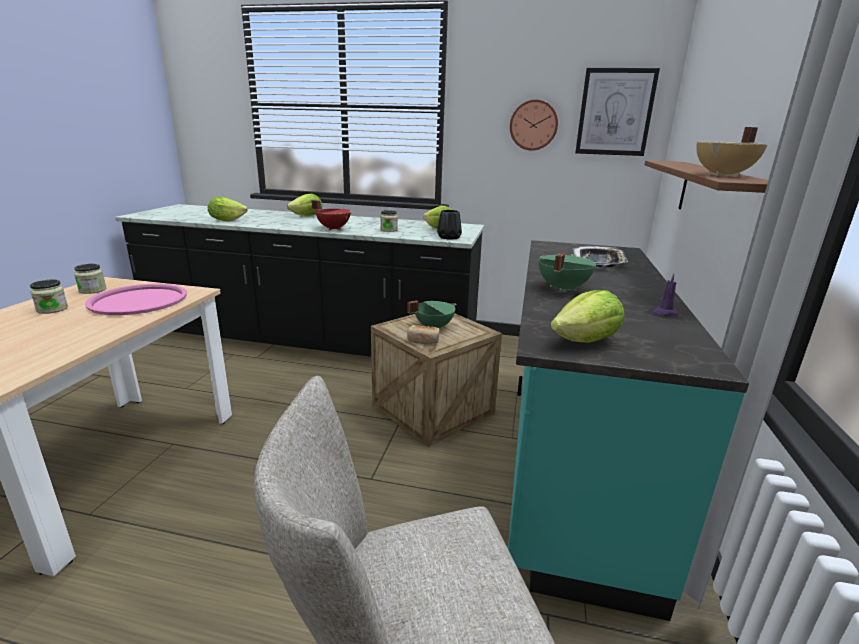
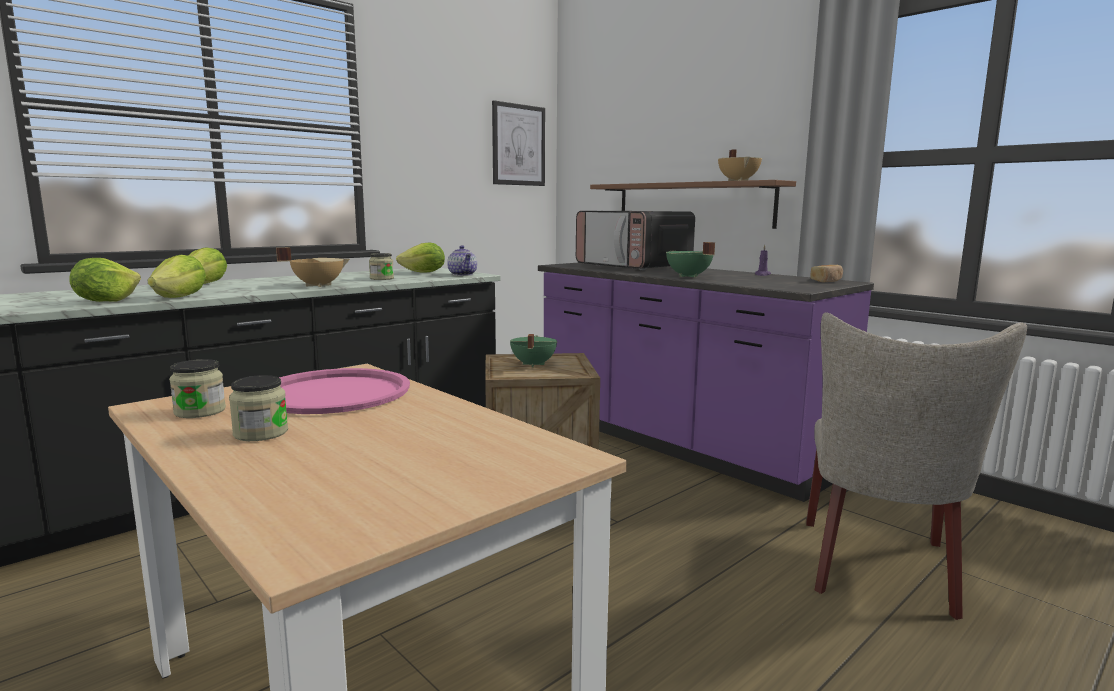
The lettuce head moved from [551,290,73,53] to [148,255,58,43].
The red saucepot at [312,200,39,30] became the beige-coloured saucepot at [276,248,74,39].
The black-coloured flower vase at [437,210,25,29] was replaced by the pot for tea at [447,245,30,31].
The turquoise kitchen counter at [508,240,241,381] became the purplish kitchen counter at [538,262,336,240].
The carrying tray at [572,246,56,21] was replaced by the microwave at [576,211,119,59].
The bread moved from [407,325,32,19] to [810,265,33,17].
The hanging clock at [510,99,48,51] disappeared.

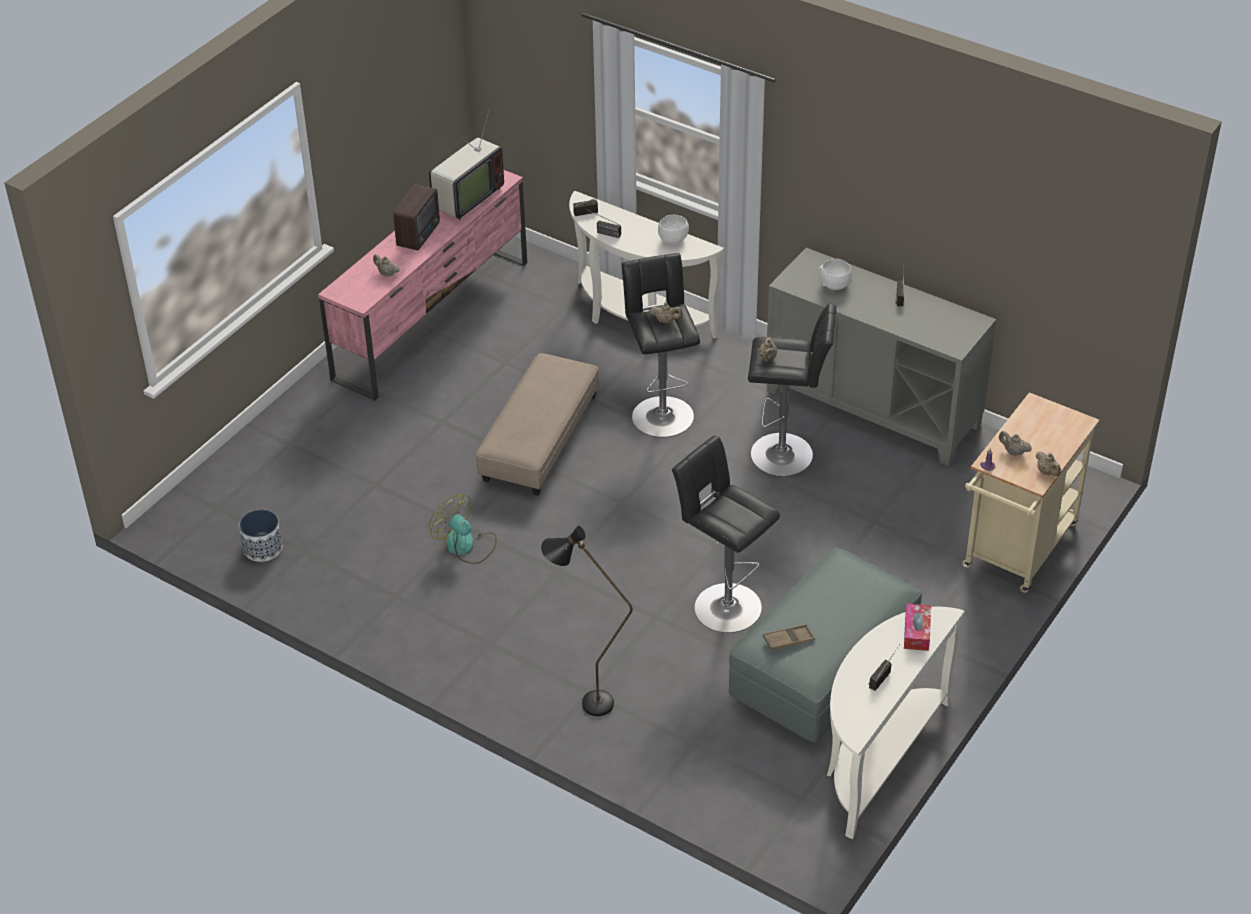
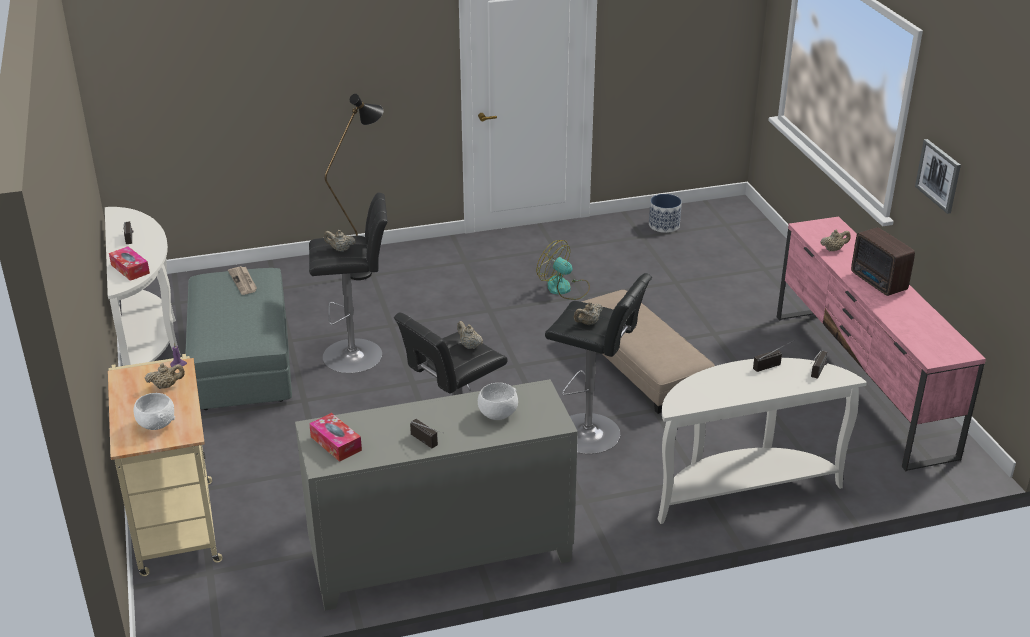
The whitish deep dish moved from [658,215,31,29] to [134,393,41,37].
The brownish carrying tray at [763,624,52,26] was replaced by the daily paper at [228,266,29,29].
The tissue holder at [309,413,53,49] appeared.
The beige-coloured pot for tea moved from [1036,451,25,25] to [324,230,32,22].
The electric fan at [429,494,68,70] turned 135 degrees counterclockwise.
The wall art at [915,139,46,75] appeared.
The television at [429,111,75,109] disappeared.

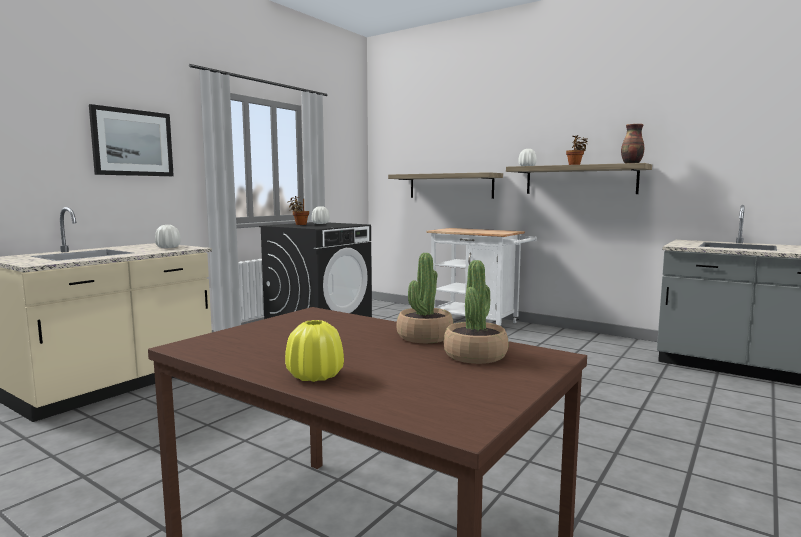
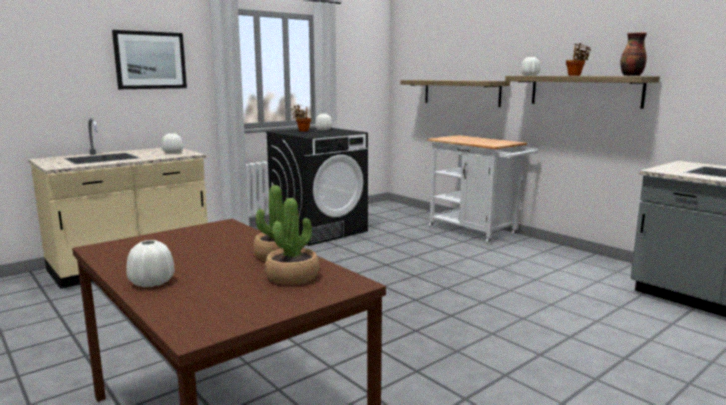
The yellow-coloured flower vase at [285,320,59,62] became the whitish flower vase at [126,240,48,47].

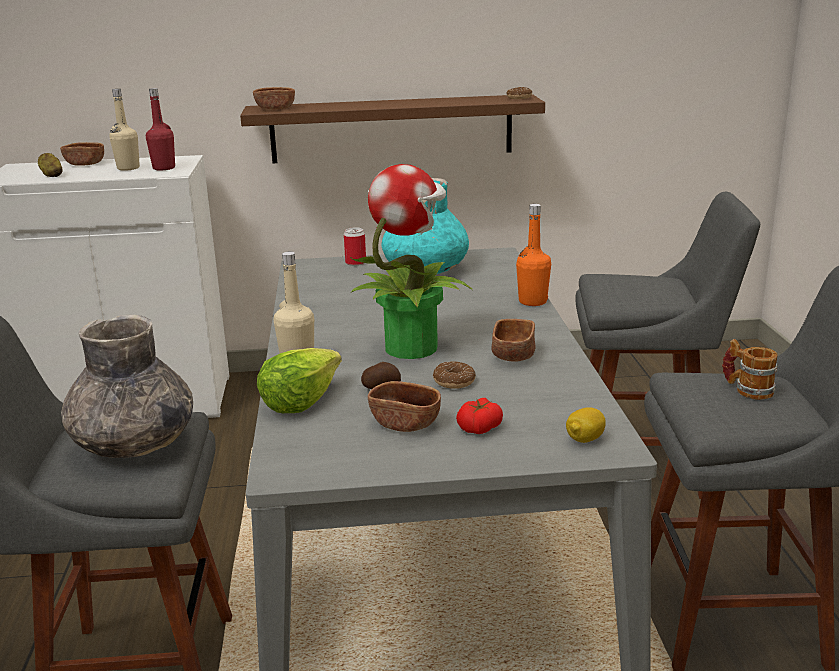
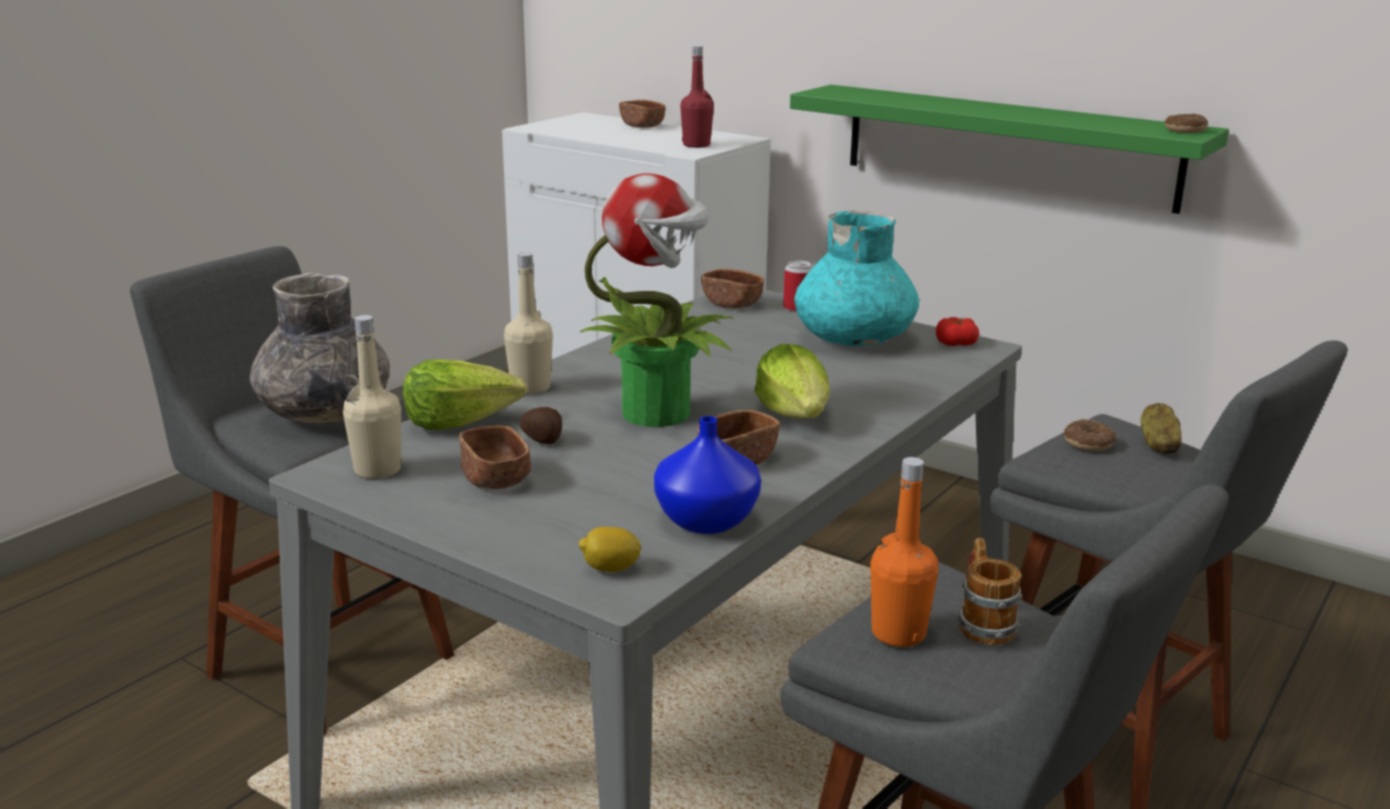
The beige-coloured beverage bottle moved from [110,89,30,82] to [343,315,59,164].
The blue-coloured flower vase at [654,416,107,118] appeared.
The brownish deep dish moved from [253,87,42,23] to [701,269,63,39].
The lettuce head at [754,344,76,74] appeared.
The brownish wall shelf at [240,94,305,69] became the green wall shelf at [790,85,439,129].
The orangey beverage bottle moved from [516,204,35,102] to [870,457,69,190].
The tomato moved from [456,398,47,36] to [936,317,43,29].
The doughnut moved from [433,361,43,28] to [1064,419,52,32].
The potato moved from [38,153,25,24] to [1141,403,41,51].

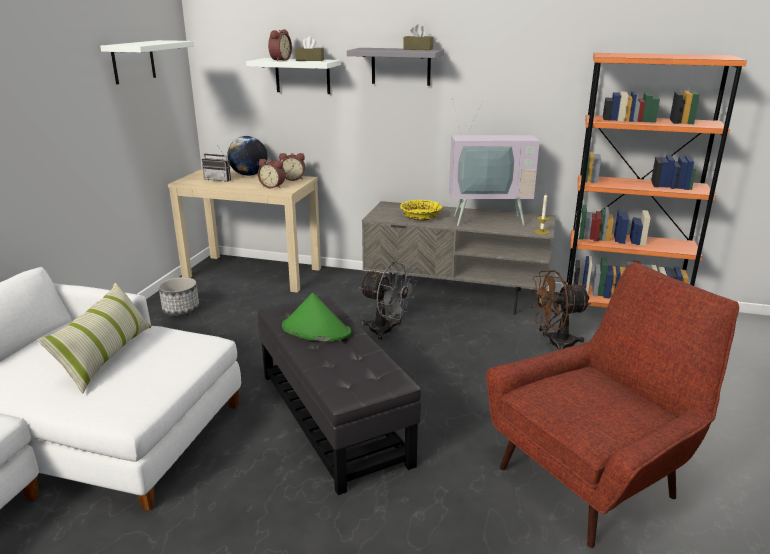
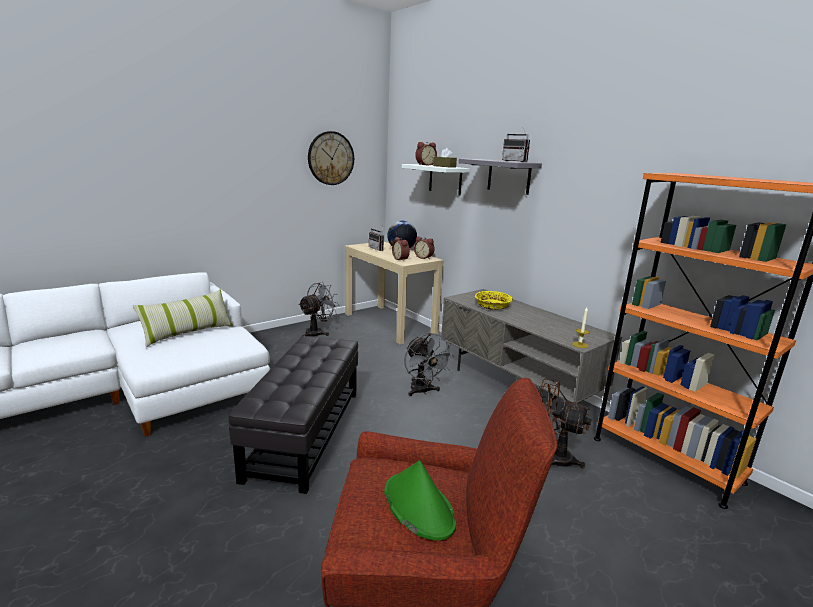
The plant pot at [159,277,40,39] was replaced by the greyish electric fan at [298,282,41,54].
The whitish wall shelf at [100,40,94,44] was replaced by the hanging clock at [308,131,46,54].
The green wearable hat moved from [282,292,69,49] to [384,460,72,81].
The brownish tissue holder at [403,24,30,26] was replaced by the radio receiver at [502,128,28,34].
The television at [449,99,91,127] disappeared.

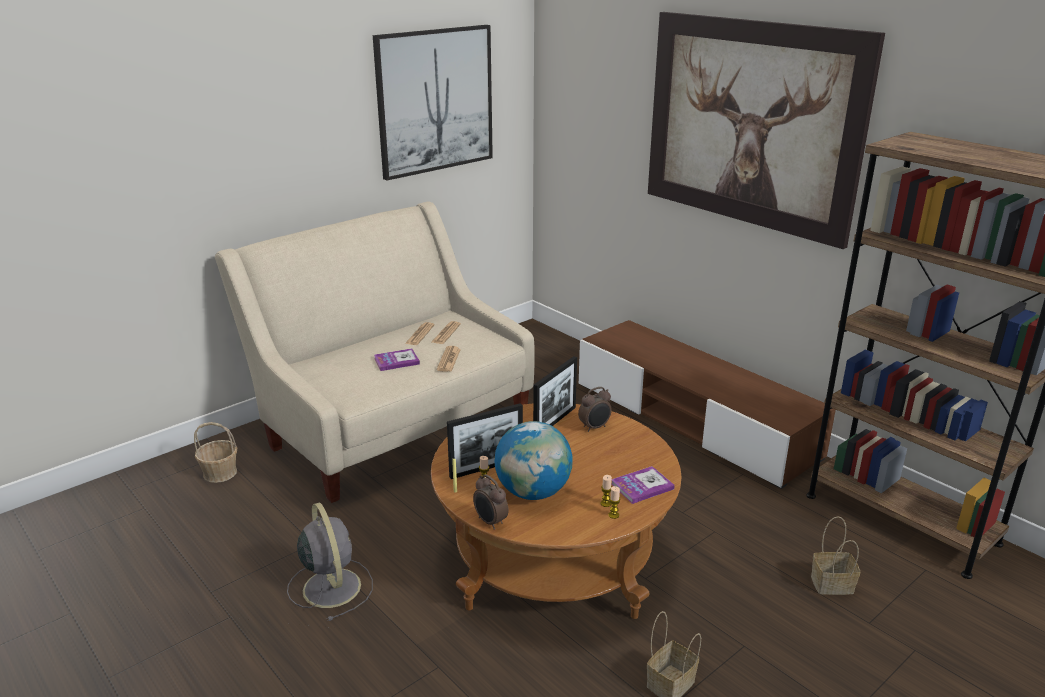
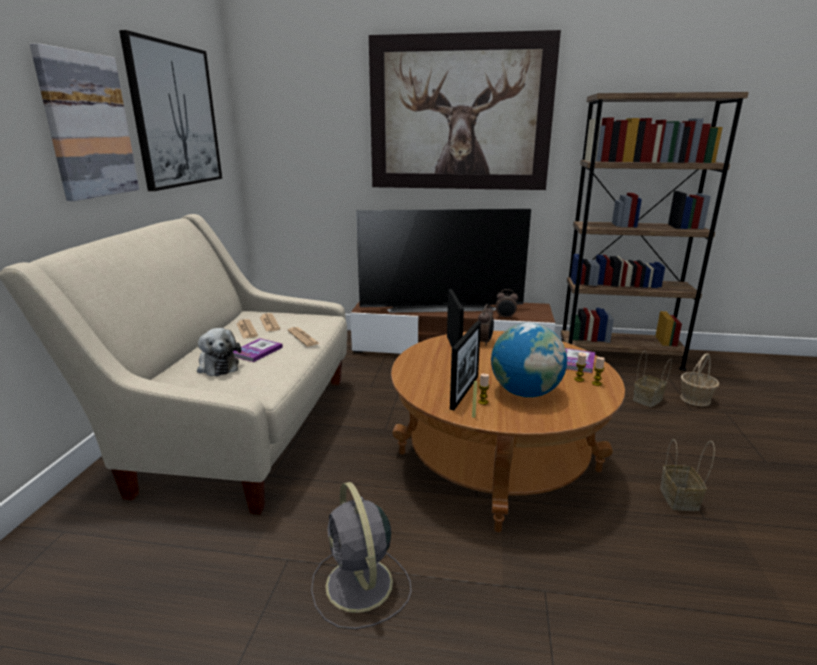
The wall art at [30,43,109,158] appeared.
The soft toy at [197,328,44,48] appeared.
The greyish electric fan at [287,503,86,118] turned 135 degrees counterclockwise.
The television at [356,209,175,104] appeared.
The alarm clock moved from [473,474,35,56] to [496,289,22,30].
The basket moved from [194,422,43,61] to [680,353,39,53].

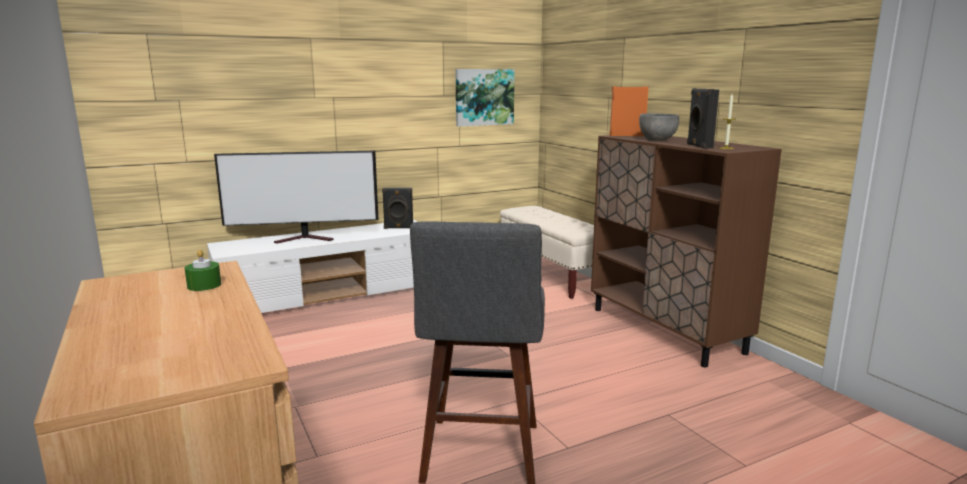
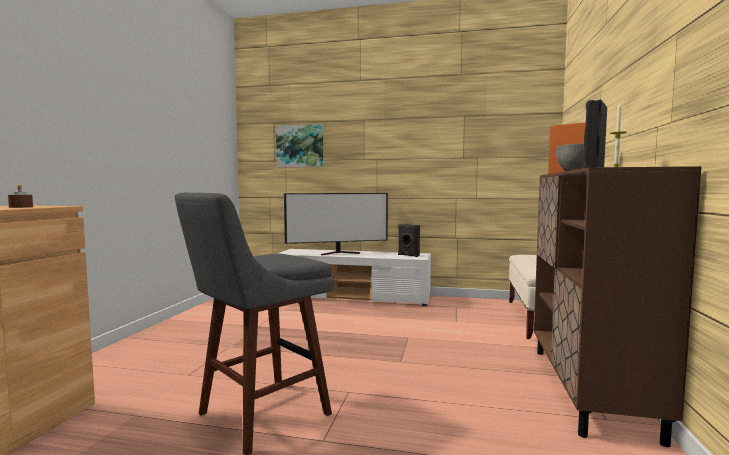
The green wax candle at [185,249,36,42] became the brownish wax candle at [8,185,25,23].
The wall art moved from [456,69,59,58] to [276,124,47,43].
The television at [214,151,165,92] turned 45 degrees counterclockwise.

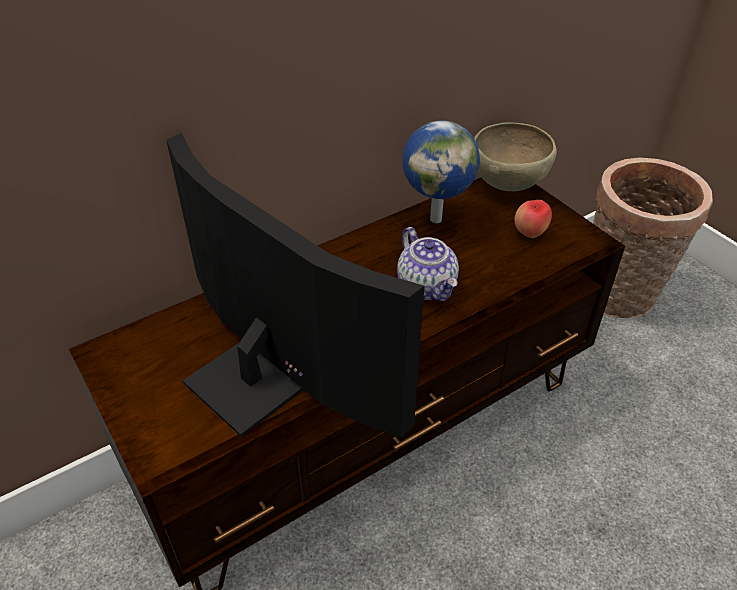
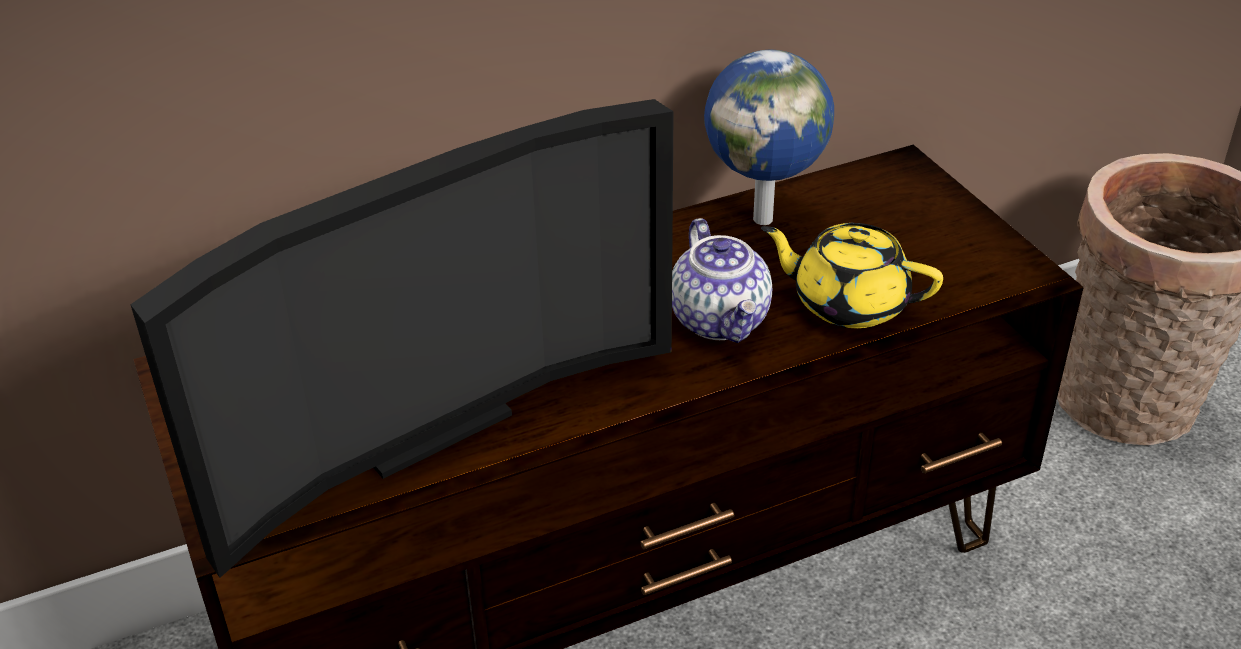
The television at [166,133,258,304] turned 90 degrees clockwise.
The yellow-coloured pot for tea at [761,223,182,105] appeared.
The brownish deep dish at [474,122,83,69] disappeared.
The apple fruit at [515,200,37,38] disappeared.

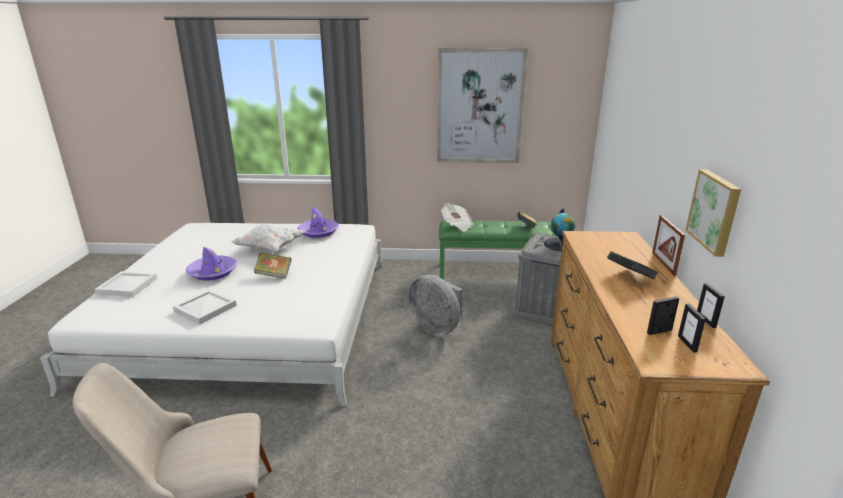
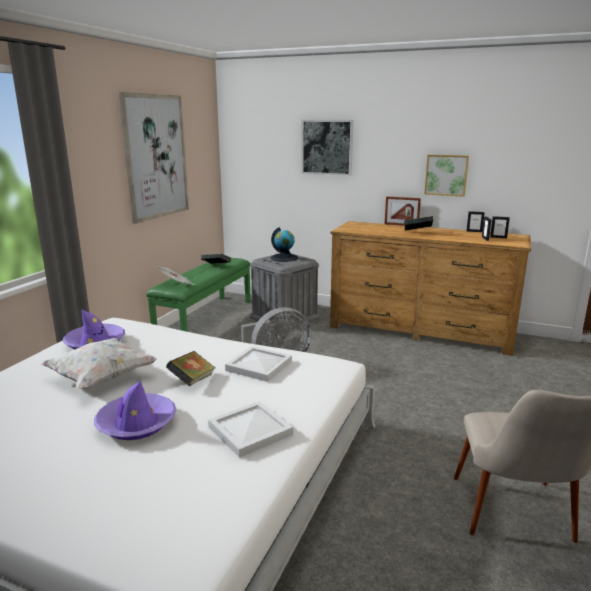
The whitish carrying tray moved from [95,271,62,26] to [225,346,67,36].
The wall art at [301,120,53,56] appeared.

